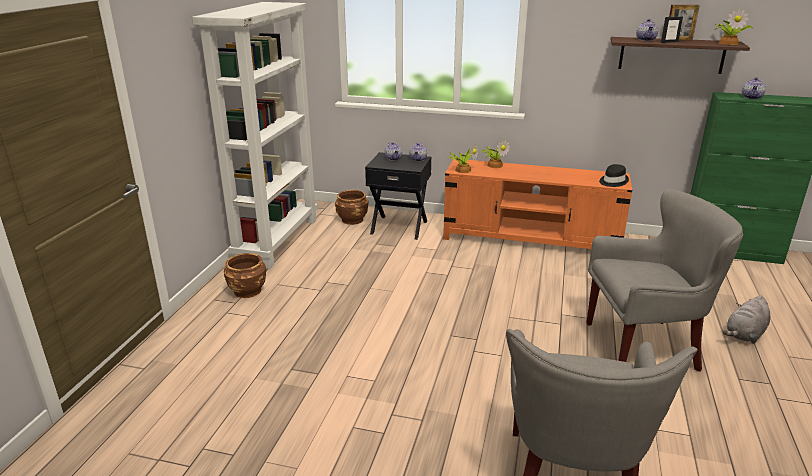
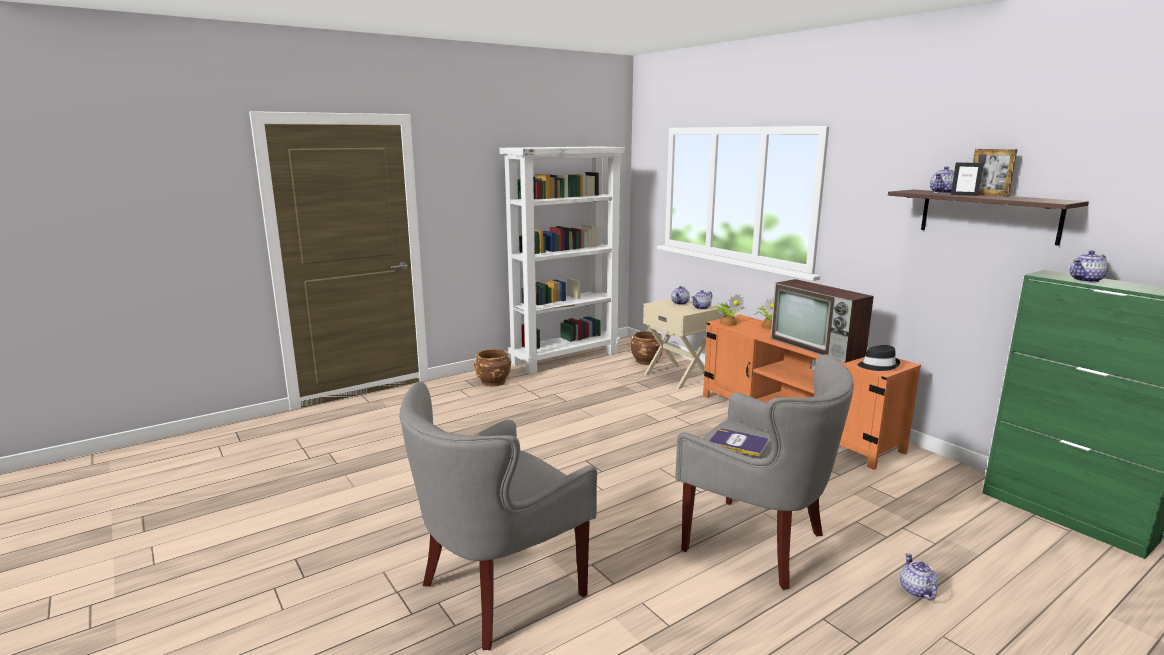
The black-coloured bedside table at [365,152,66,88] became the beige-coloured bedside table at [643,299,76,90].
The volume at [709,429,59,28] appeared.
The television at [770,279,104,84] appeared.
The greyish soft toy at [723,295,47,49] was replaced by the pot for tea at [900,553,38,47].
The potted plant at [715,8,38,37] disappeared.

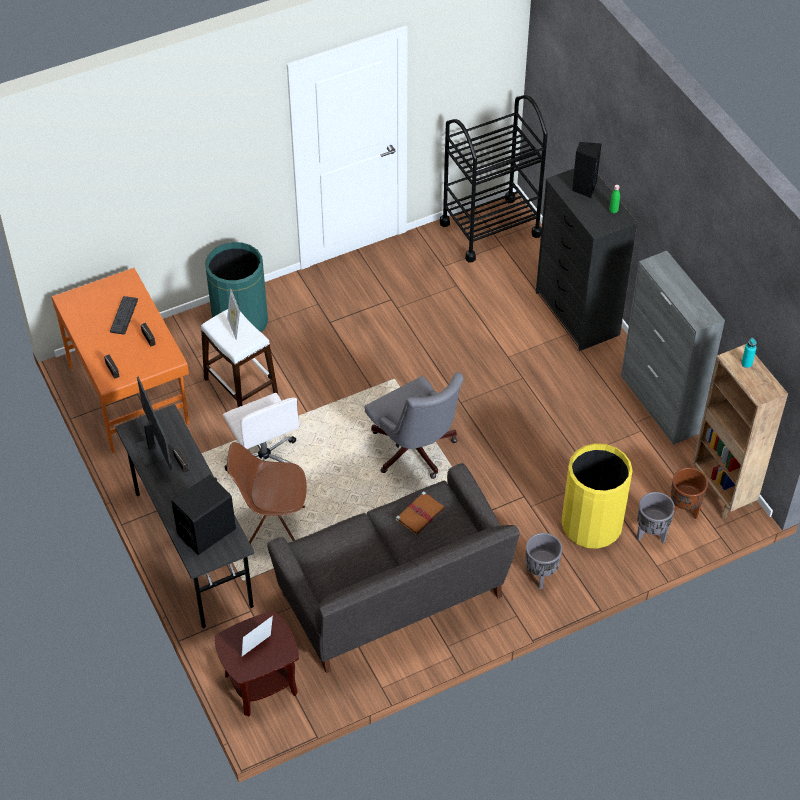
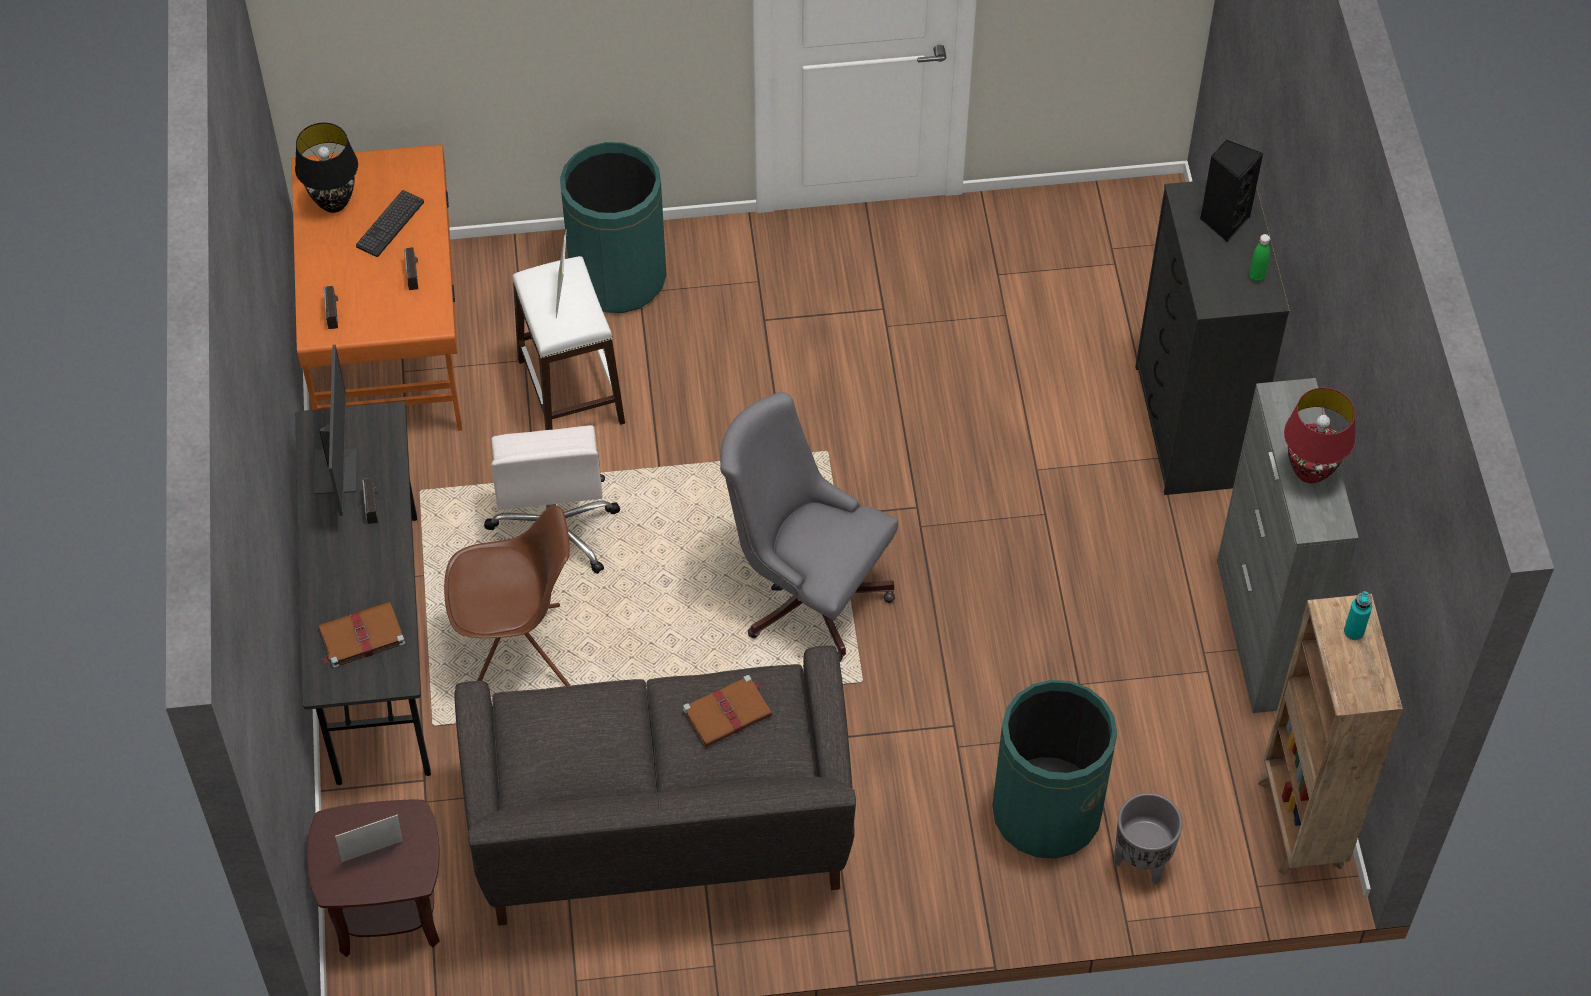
The black-coloured table lamp at [295,123,63,90] appeared.
The black-coloured speaker at [171,475,65,80] was replaced by the brownish volume at [318,602,87,66].
The brownish upright chair at [227,442,80,102] turned 150 degrees clockwise.
The greyish office chair at [365,372,99,107] turned 135 degrees clockwise.
The yellow-coloured rubbish bin at [561,443,72,106] became the green rubbish bin at [992,680,125,179].
The red table lamp at [1284,388,72,95] appeared.
The black-coloured cart at [440,95,108,168] disappeared.
The greyish plant pot at [526,533,36,56] disappeared.
The brownish plant pot at [671,468,37,51] disappeared.

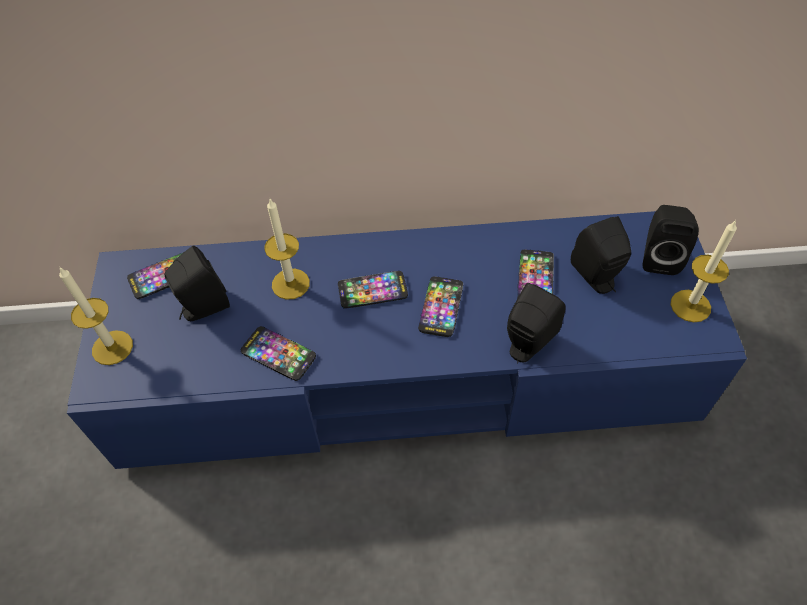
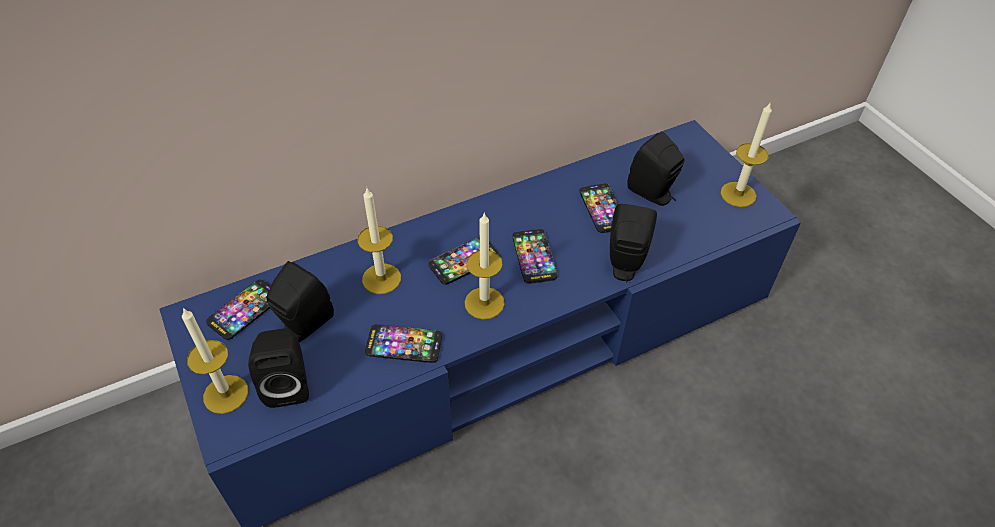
The black-coloured speaker moved from [643,205,56,70] to [248,328,61,80].
The wax candle at [465,212,40,107] appeared.

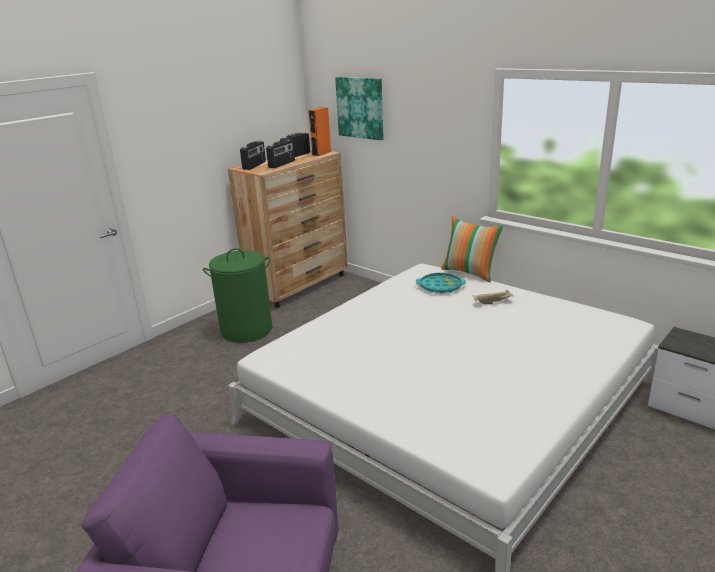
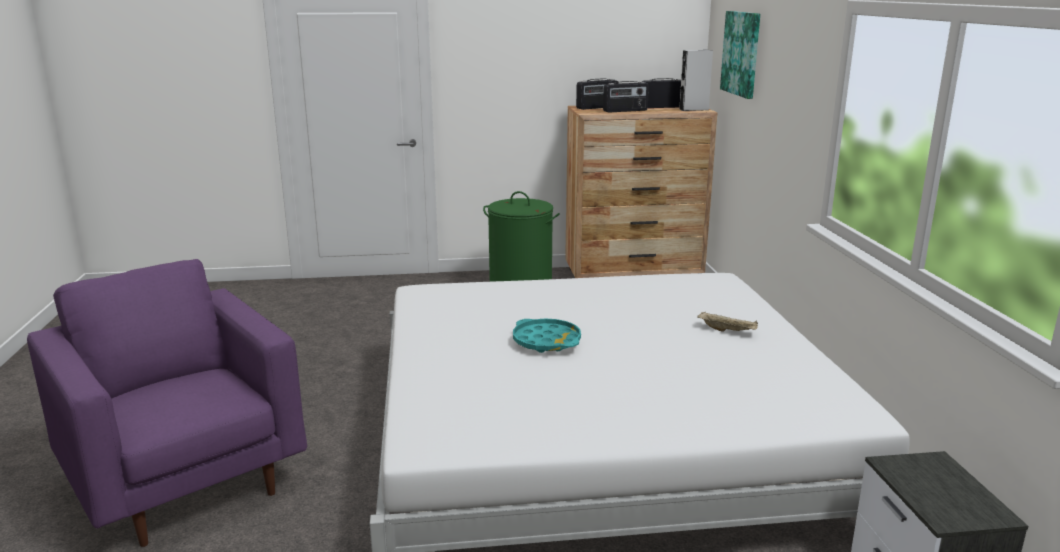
The turquoise carrying tray moved from [416,273,50,21] to [513,318,68,35].
The orangey speaker at [309,107,22,49] became the greyish speaker at [679,50,34,61].
The pillow at [441,216,62,66] disappeared.

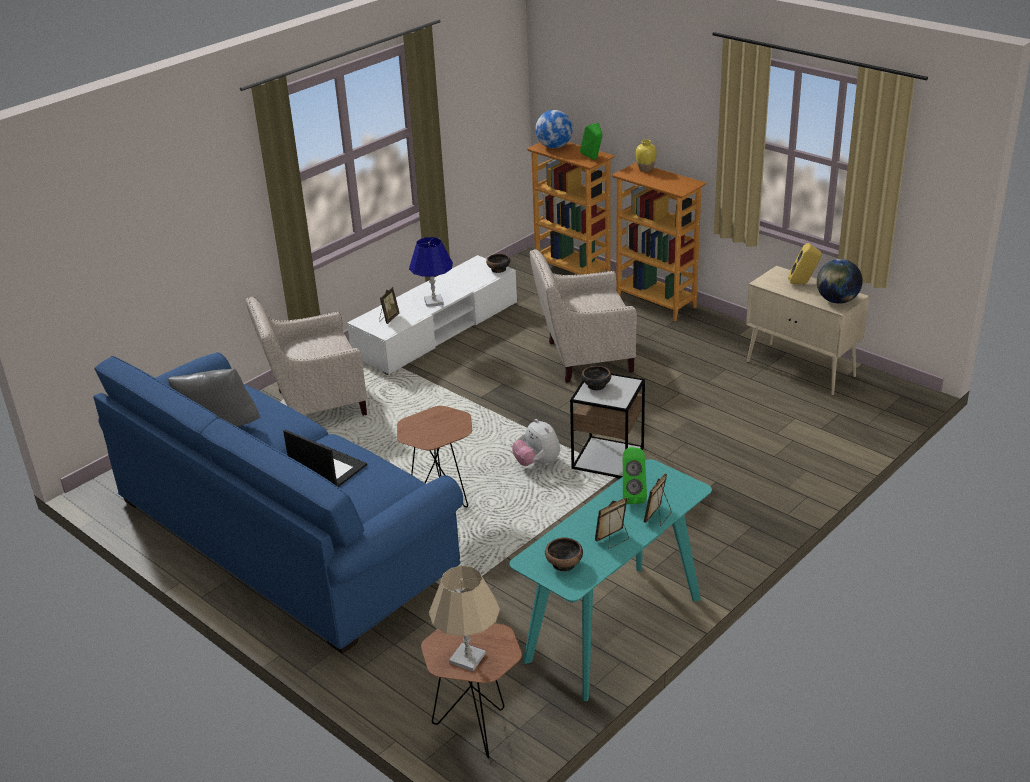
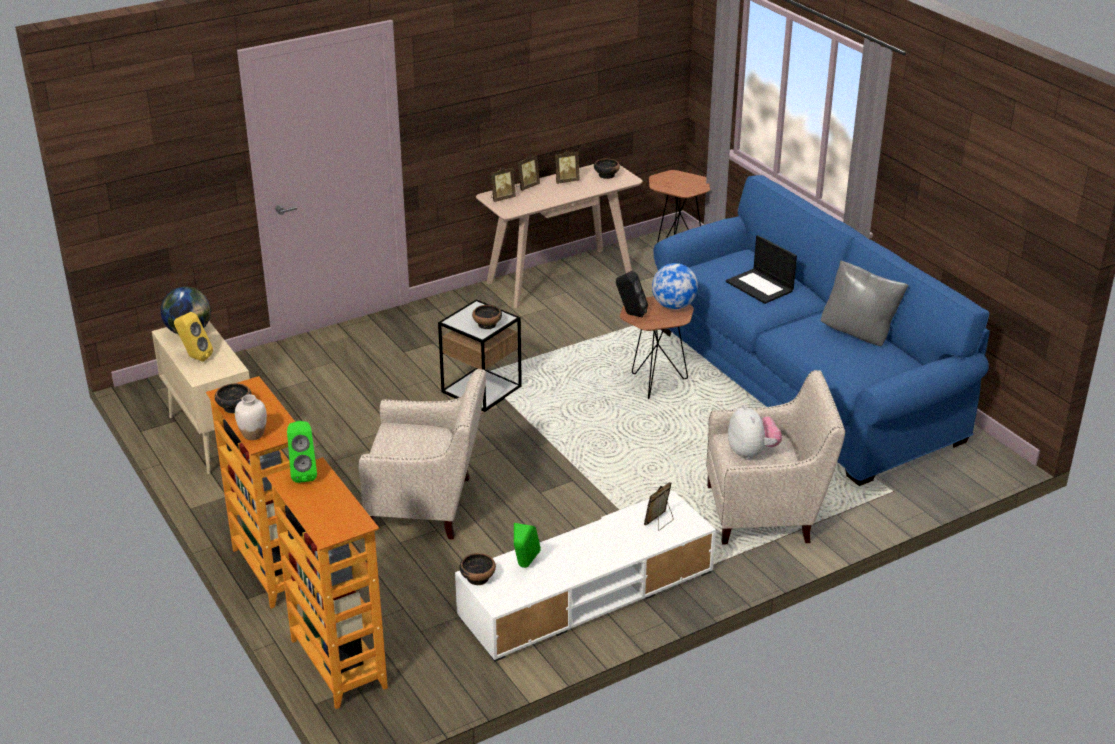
The deep dish at [215,383,37,30] appeared.
The yellow-coloured flower vase at [636,140,21,32] became the whitish flower vase at [235,394,32,46].
The turquoise narrow table at [509,459,203,242] became the beige-coloured narrow table at [476,164,166,144].
The standing frame at [491,167,25,35] appeared.
The green speaker moved from [623,447,24,57] to [514,523,27,45].
The black-coloured speaker at [616,271,32,46] appeared.
The globe moved from [535,110,38,38] to [652,263,46,46].
The soft toy moved from [512,419,48,47] to [728,404,54,56].
The blue-coloured table lamp at [409,237,44,70] disappeared.
The beige-coloured table lamp at [429,566,71,105] disappeared.

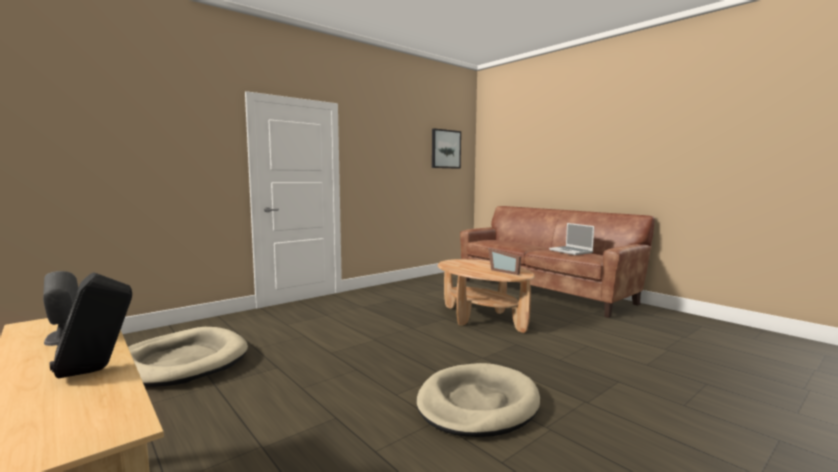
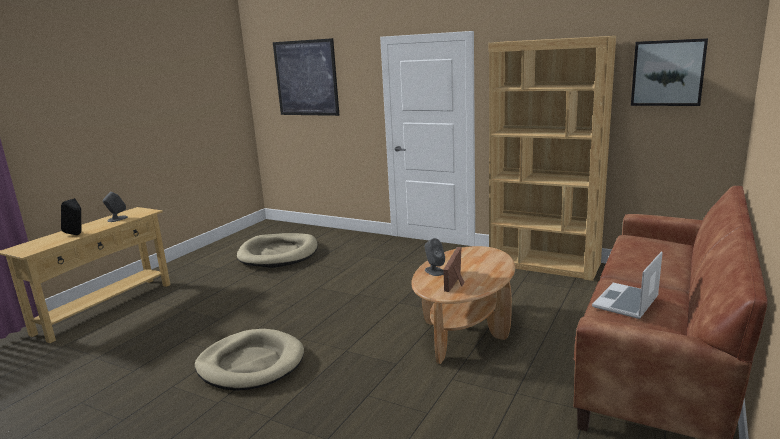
The wall art at [273,38,66,78] appeared.
The greyish speaker at [425,238,20,38] appeared.
The brownish bookshelf at [489,36,127,245] appeared.

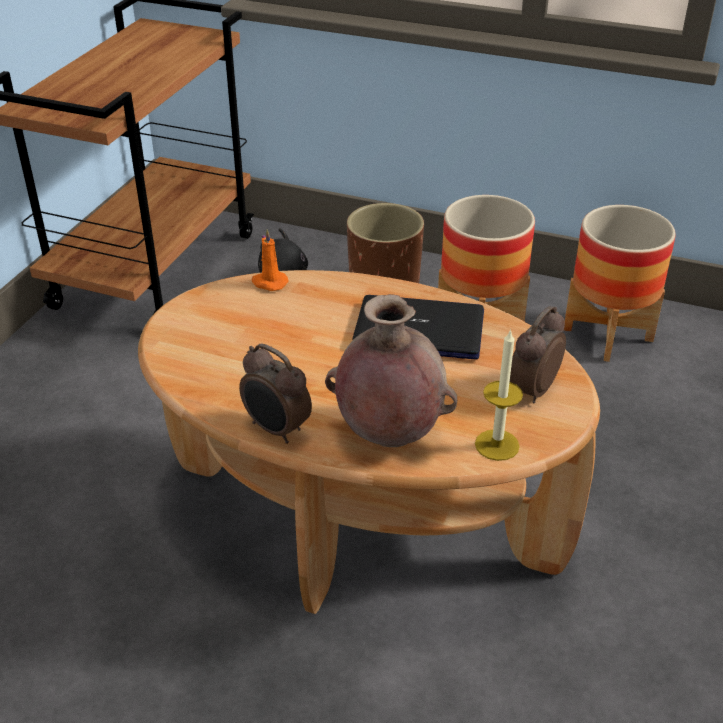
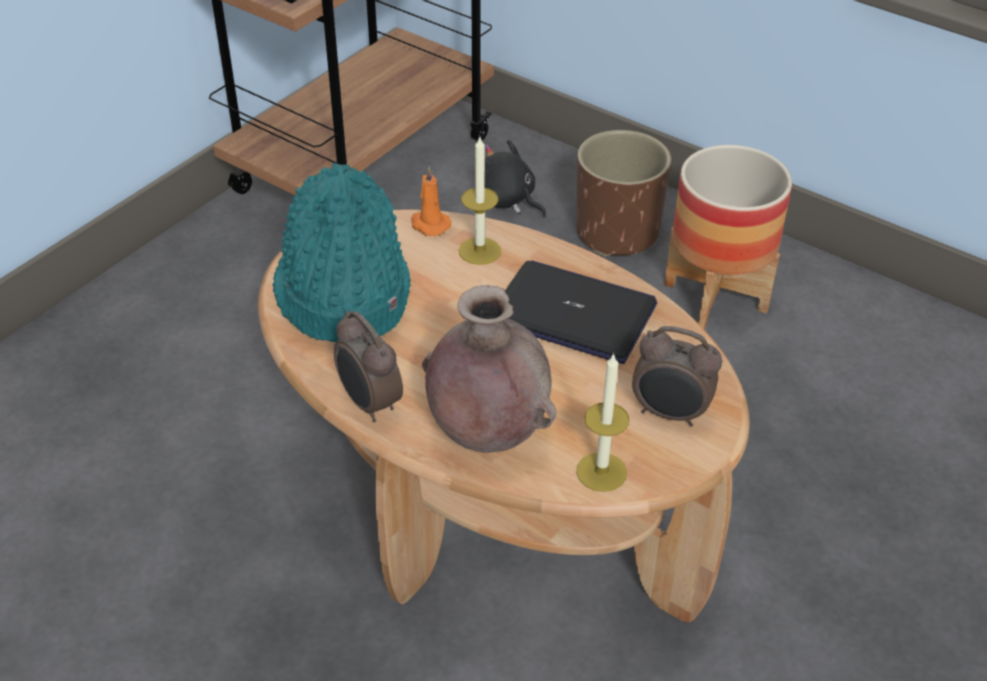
The turquoise wearable hat at [272,163,139,179] appeared.
The wax candle at [459,135,42,130] appeared.
The alarm clock at [510,306,56,97] turned 120 degrees counterclockwise.
The plant pot at [564,205,112,157] disappeared.

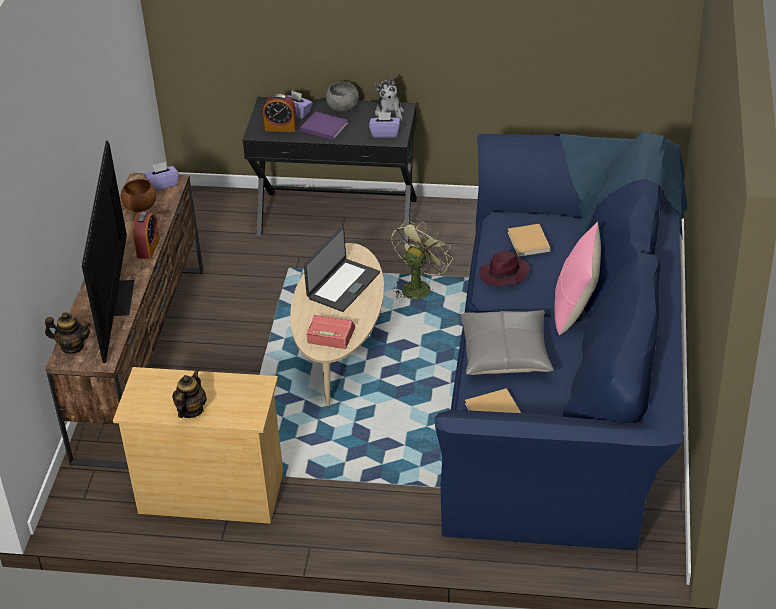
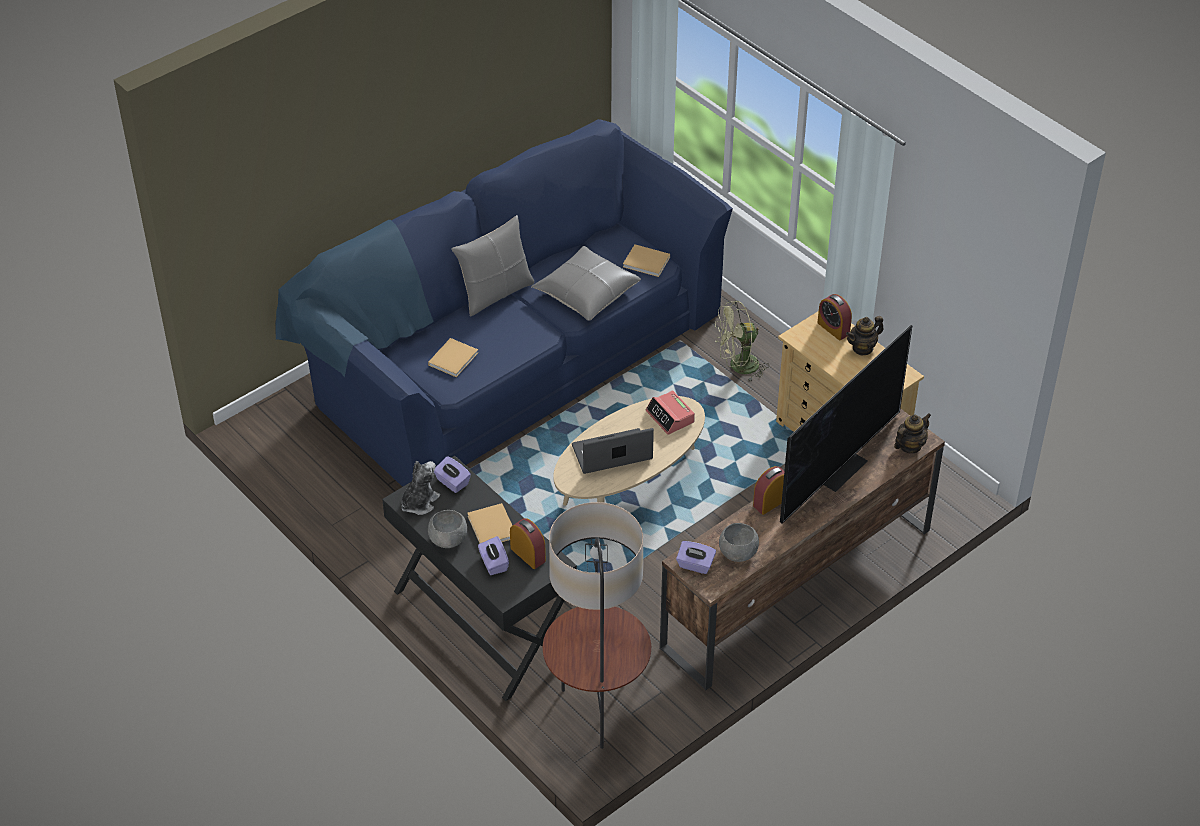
The pink-coloured pillow at [554,222,47,113] became the greyish pillow at [451,215,84,101].
The purplish volume at [300,111,48,29] became the beige-coloured volume at [467,503,45,40].
The standing lamp at [543,502,108,247] appeared.
The green electric fan moved from [391,220,62,80] to [715,301,54,81].
The brownish deep dish at [121,179,35,33] became the greyish deep dish at [719,523,40,39].
The alarm clock at [818,294,34,46] appeared.
The pot for tea at [45,312,46,42] turned 90 degrees clockwise.
The purplish wearable hat at [479,251,50,35] disappeared.

